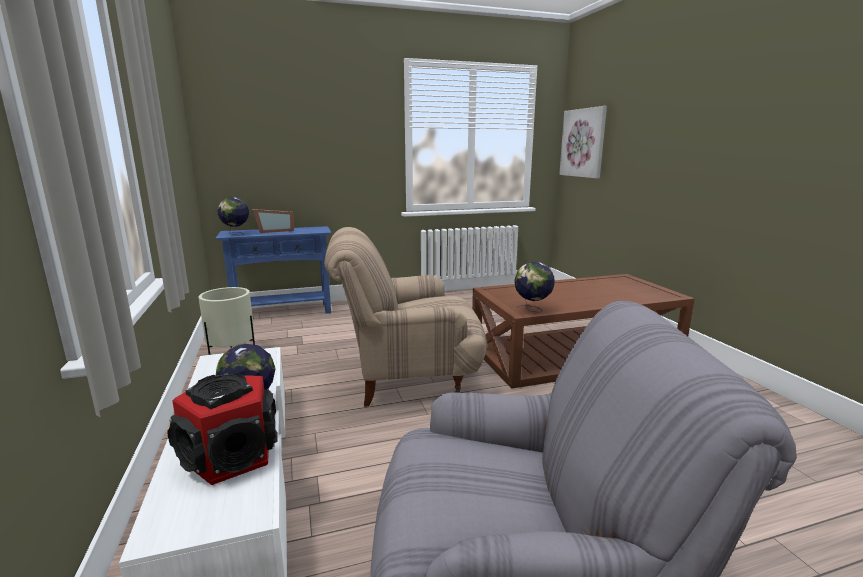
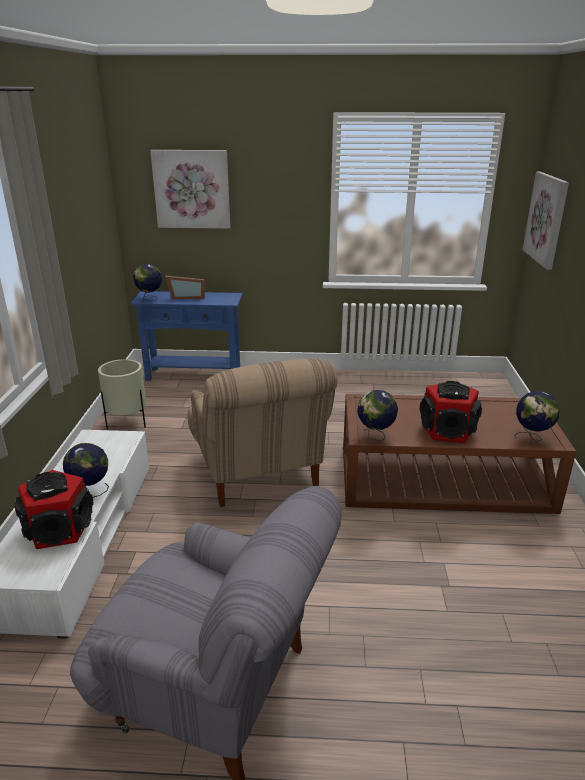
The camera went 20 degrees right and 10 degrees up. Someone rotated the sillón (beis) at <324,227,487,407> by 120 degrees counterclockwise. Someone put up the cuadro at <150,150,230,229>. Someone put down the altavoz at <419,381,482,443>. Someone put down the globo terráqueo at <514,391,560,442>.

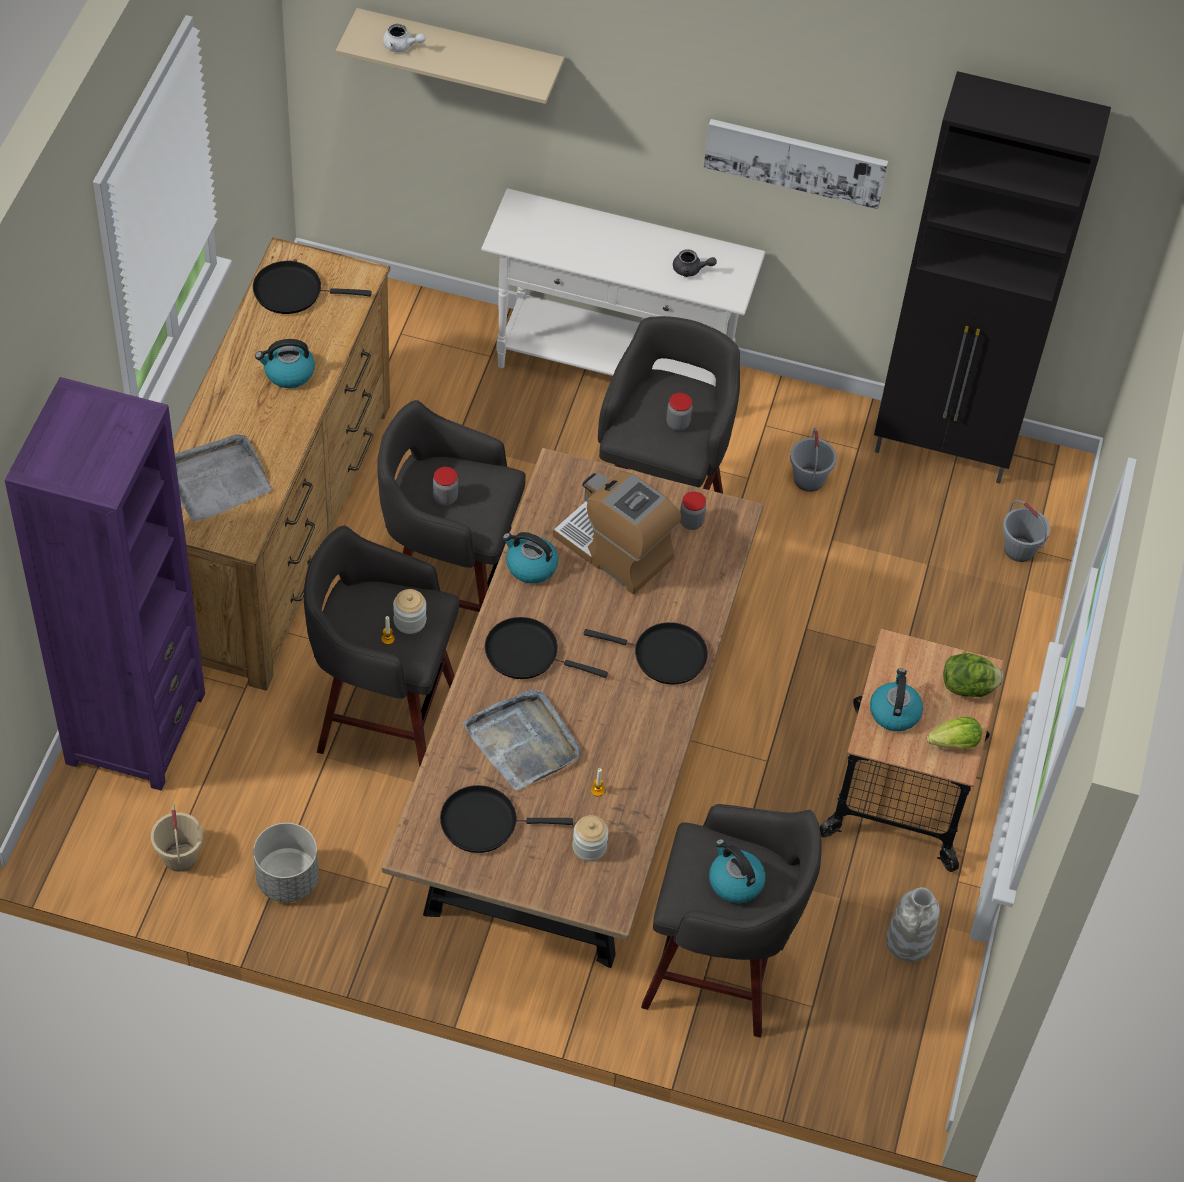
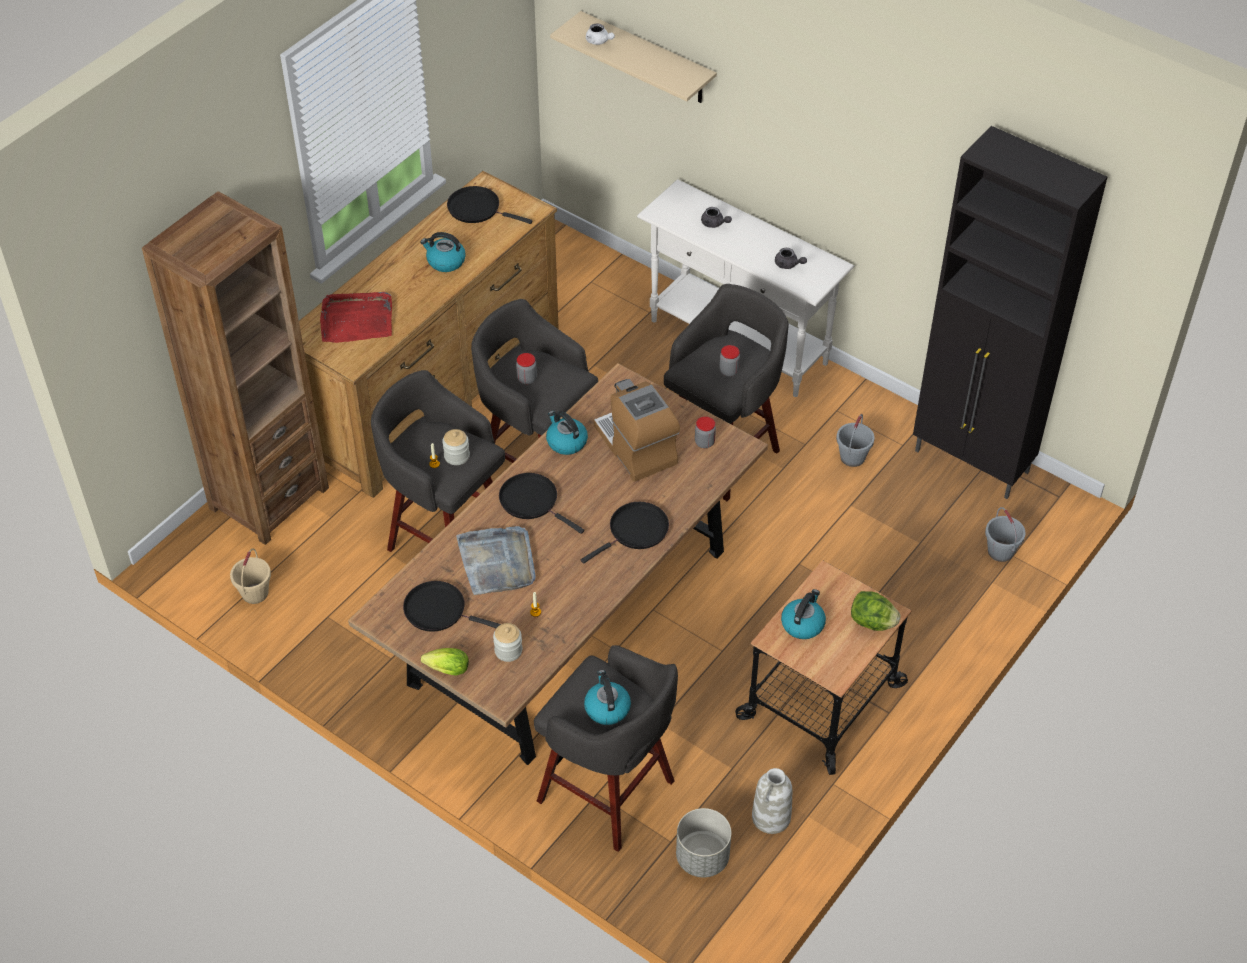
The camera went 25 degrees right and 5 degrees down. Someone took away the cuadro at <704,119,888,209>. Someone repainted the estantería (morado) at <5,377,205,791>, which became the estantería (marrón) at <142,191,329,545>. Someone repainted the bandeja (gris) at <175,434,272,522>, which became the bandeja (rojo) at <320,292,392,343>. Someone rotated the sartén (negro) at <583,622,708,684> by 75 degrees counterclockwise. Someone carried the lechuga from <927,717,982,748> to <421,648,469,676>. Someone carried the maceta (gris) from <253,823,319,902> to <676,808,731,877>. Someone put down the tetera (gris) at <701,207,732,228>.

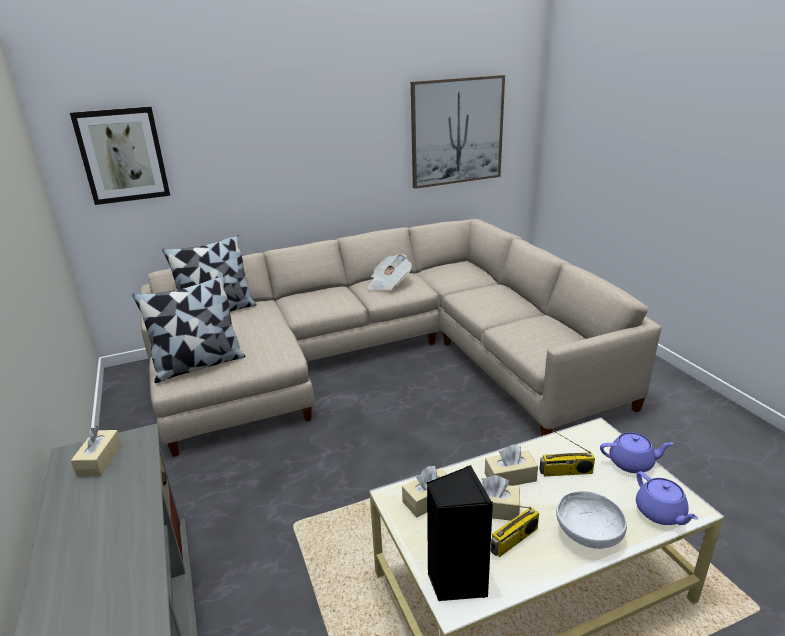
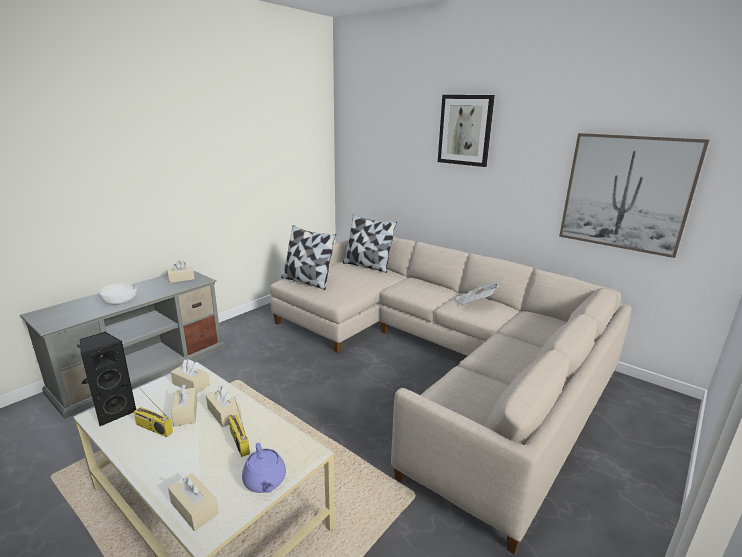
The camera went 60 degrees right and 5 degrees down. Someone carried the cuadro from <70,106,170,205> to <438,95,495,167>. Someone swapped the tetera (morado) at <636,471,698,525> for the caja de pañuelos (beis) at <168,473,219,531>. Someone carried the cuenco (blanco) from <556,491,627,549> to <98,283,137,305>.

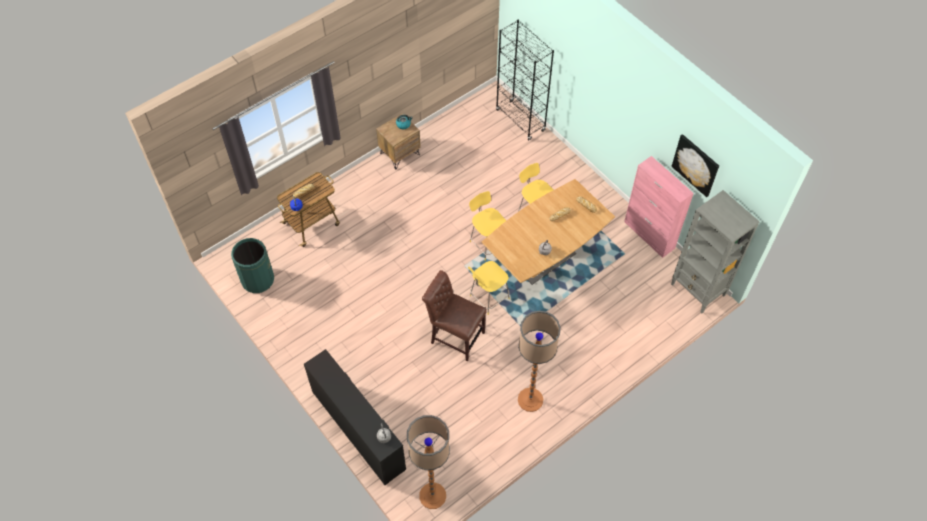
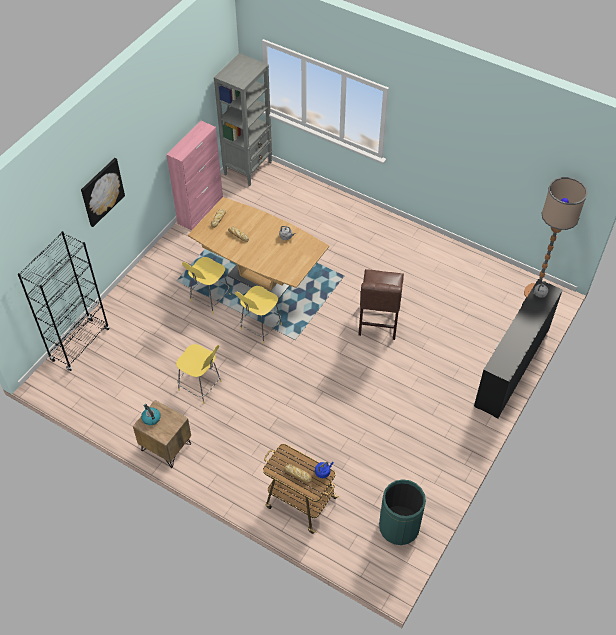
The camera went 110 degrees left and 5 degrees down. Someone carried the cuadro from <672,134,719,197> to <81,158,125,227>. Someone carried the taburete (amarillo) from <468,261,510,315> to <176,344,221,404>. Someone took away the lámpara de pie at <518,311,561,412>.

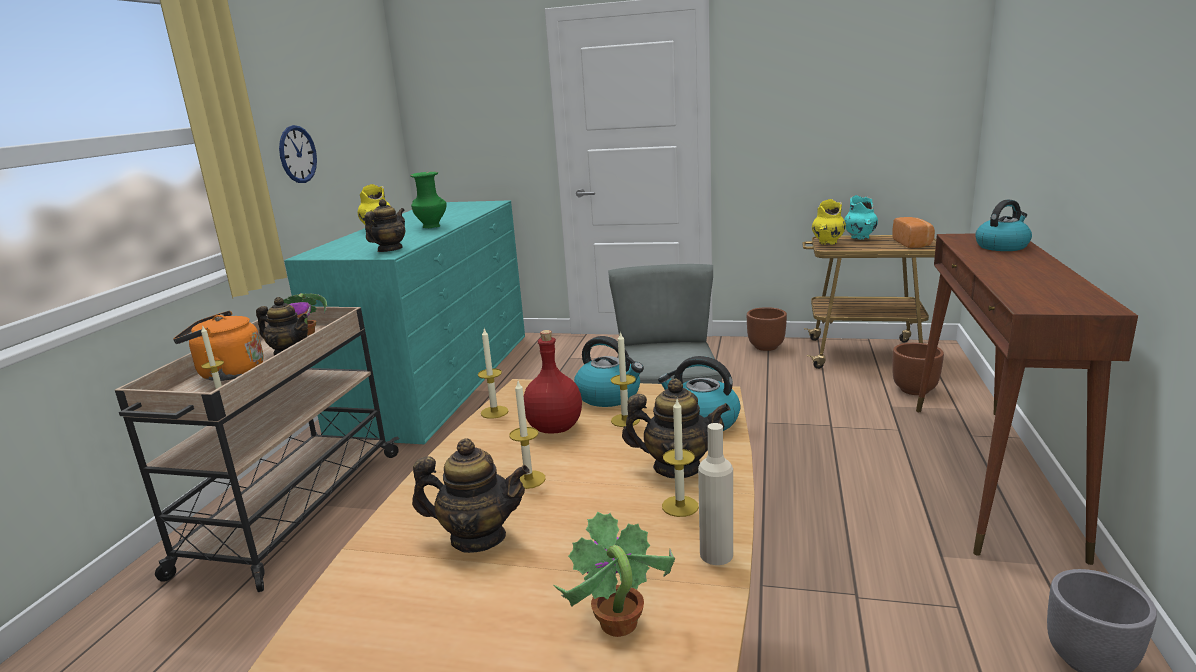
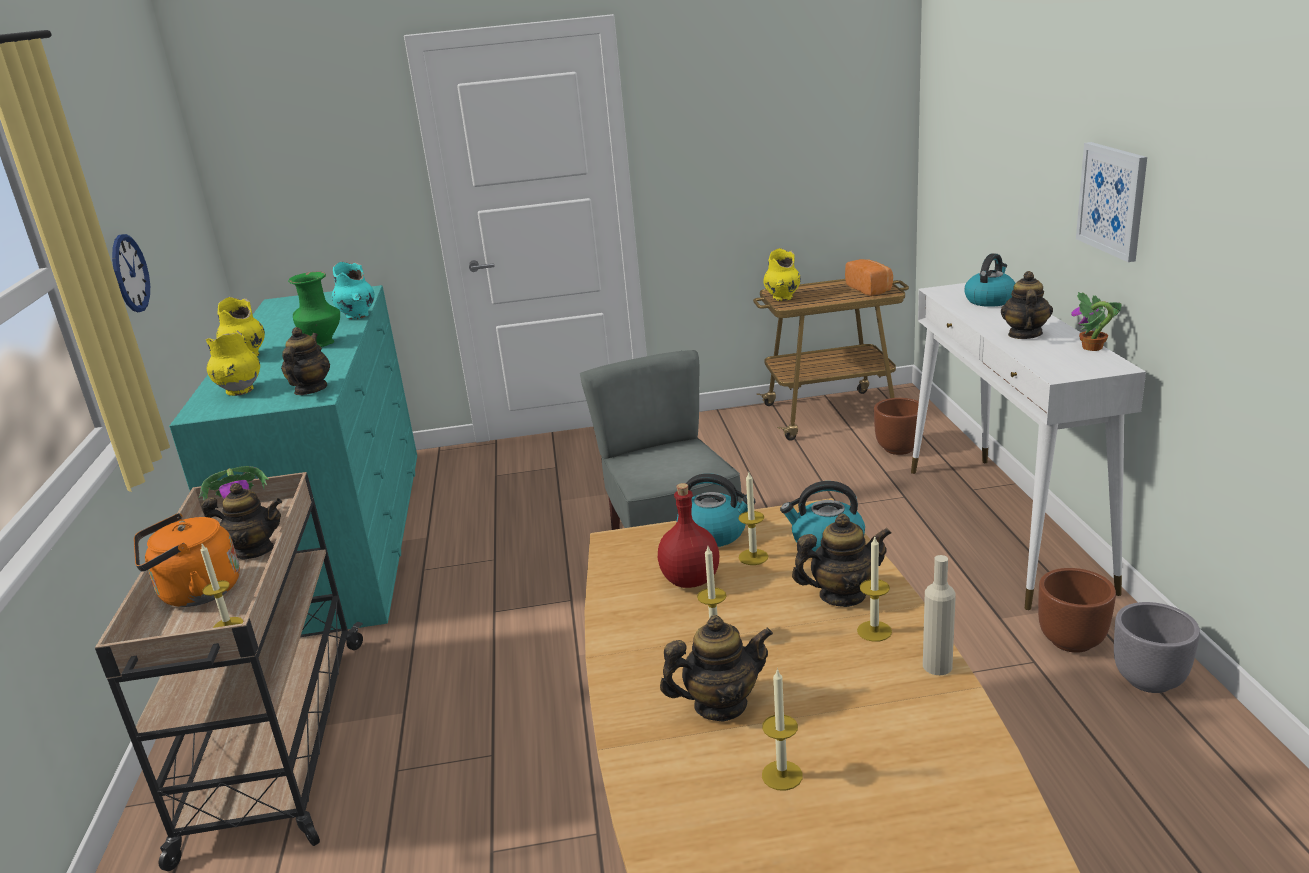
The camera went 20 degrees left and 5 degrees up. Someone carried the florero (turquesa) from <844,195,878,240> to <332,261,375,319>. Someone repainted the mesa consola (marrón) at <916,233,1138,565>, which became the mesa consola (blanco) at <911,283,1146,610>. Someone carried the maceta (marrón) from <747,307,787,351> to <1038,568,1116,653>. Someone carried the vela from <478,329,508,419> to <762,668,803,791>. Someone carried the planta en maceta from <553,512,675,637> to <1071,292,1121,351>. Someone put up the cuadro at <1076,142,1147,262>. Someone put down the tetera at <1001,271,1053,339>. Someone put down the florero (amarillo) at <206,330,260,396>.

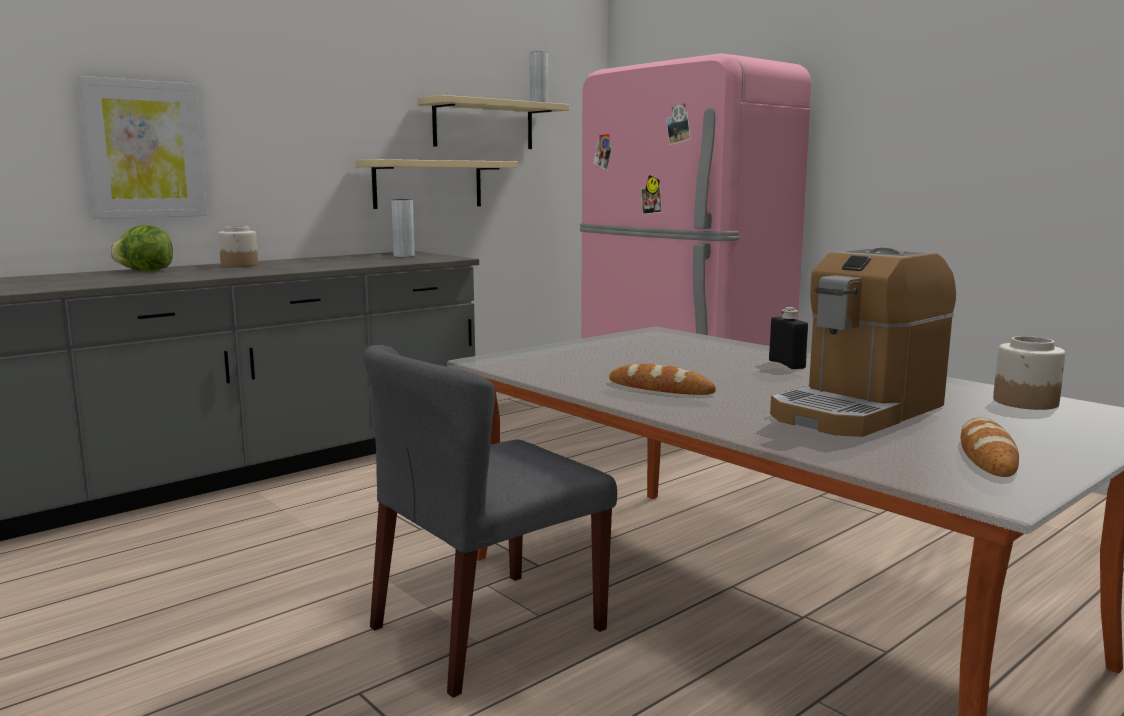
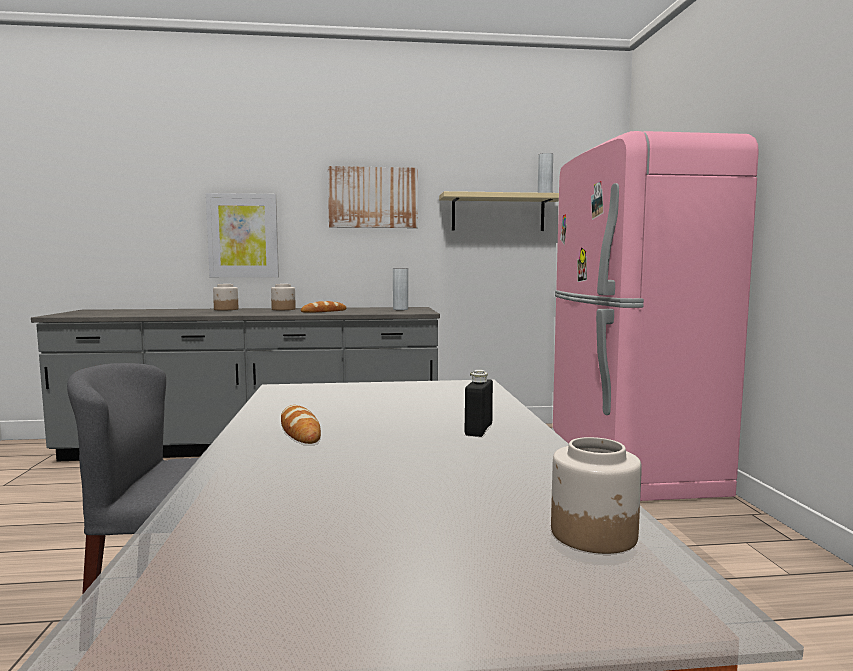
The camera went 35 degrees right and 5 degrees down. Someone took away the estante (beis) at <355,159,518,209>. Someone swapped the lechuga at <110,225,173,271> for the tarro at <213,284,238,310>. Someone took away the cafetera at <770,247,956,437>. Someone carried the pan from <961,418,1019,477> to <301,301,347,313>. Someone put up the cuadro at <328,166,418,228>.

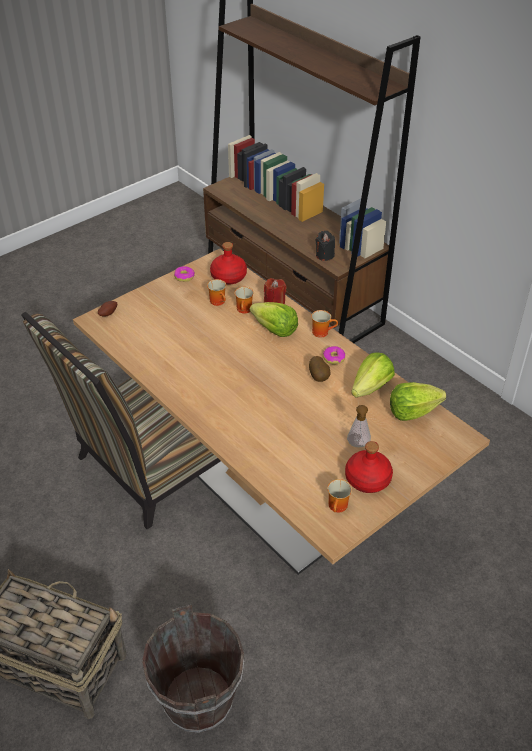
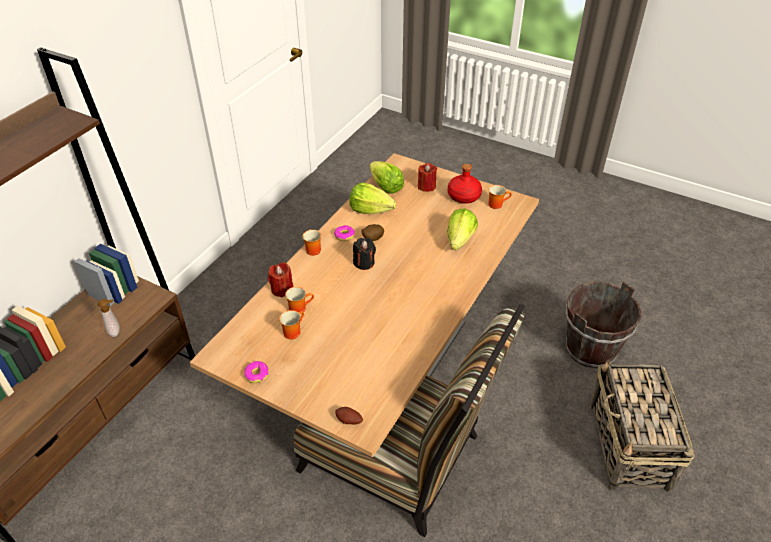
The camera went 110 degrees left and 0 degrees up. Someone carried the vela (negro) from <316,231,335,261> to <353,238,376,270>. Someone took away the botella (rojo) at <210,242,247,285>. Someone carried the lechuga from <250,302,298,337> to <447,208,478,250>. Someone carried the dispensador de jabón from <347,405,371,447> to <97,299,120,337>. Someone put down the vela (rojo) at <418,163,437,192>.

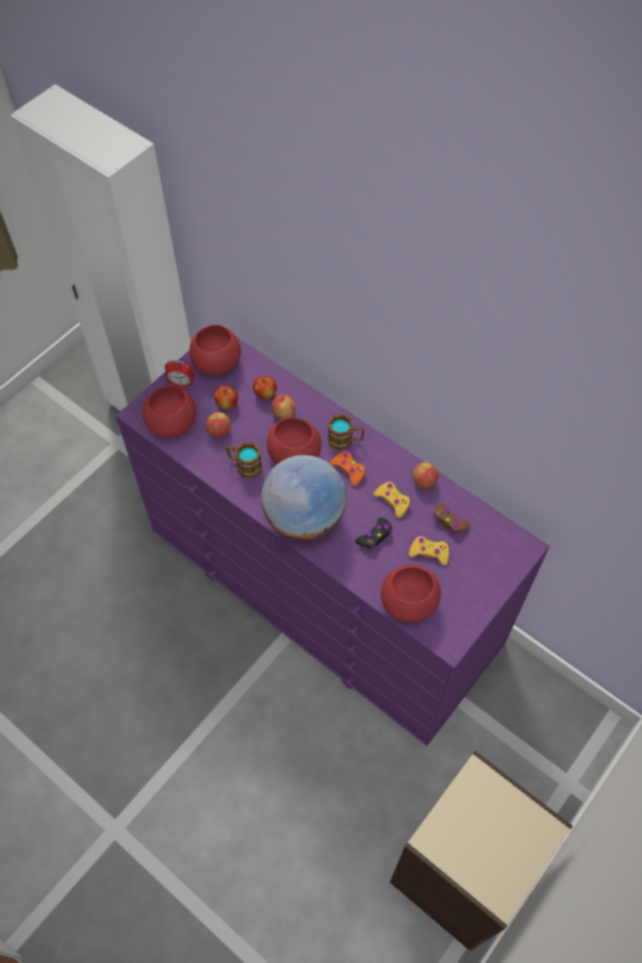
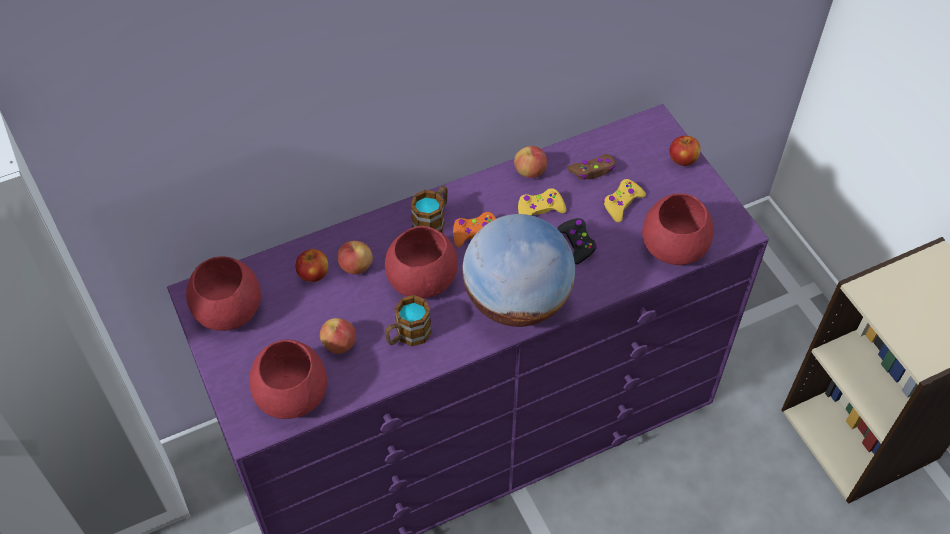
The camera went 65 degrees left and 5 degrees down. Someone took away the despertador at <165,360,194,388>. Someone carried the manzana from <214,386,238,409> to <669,136,701,166>.

